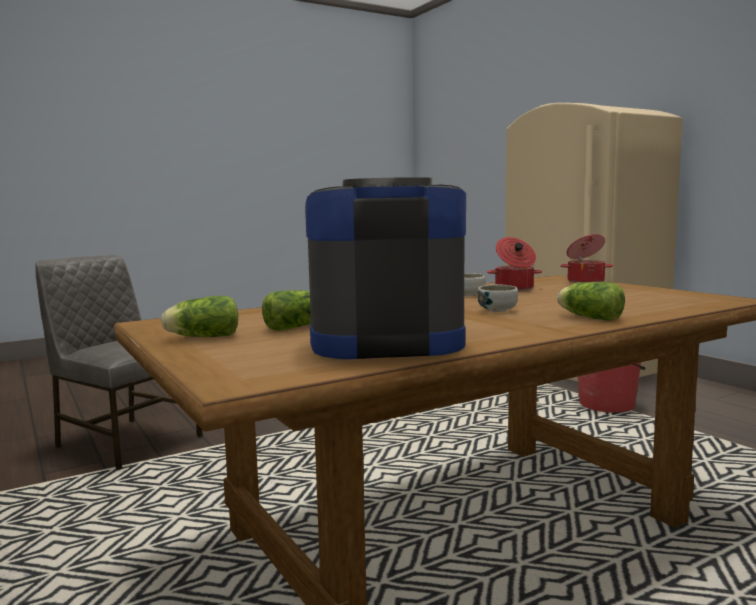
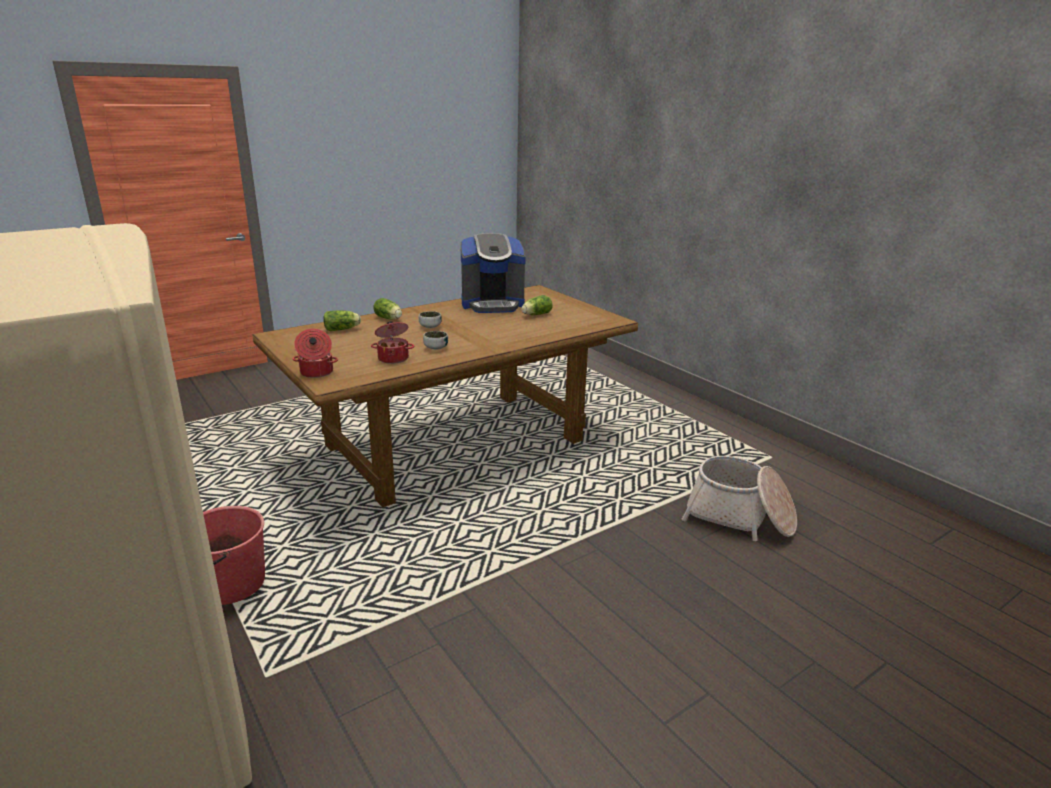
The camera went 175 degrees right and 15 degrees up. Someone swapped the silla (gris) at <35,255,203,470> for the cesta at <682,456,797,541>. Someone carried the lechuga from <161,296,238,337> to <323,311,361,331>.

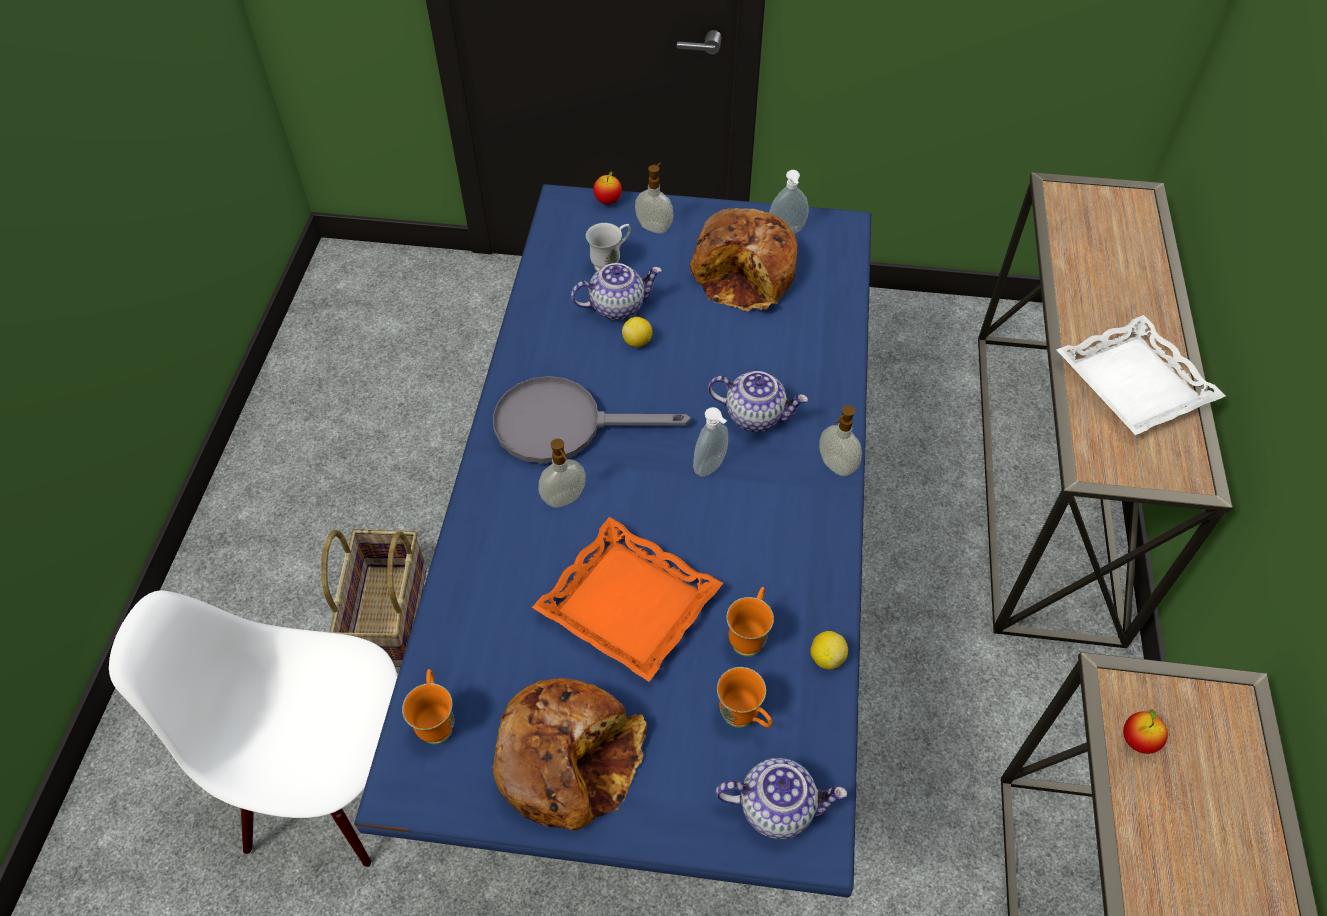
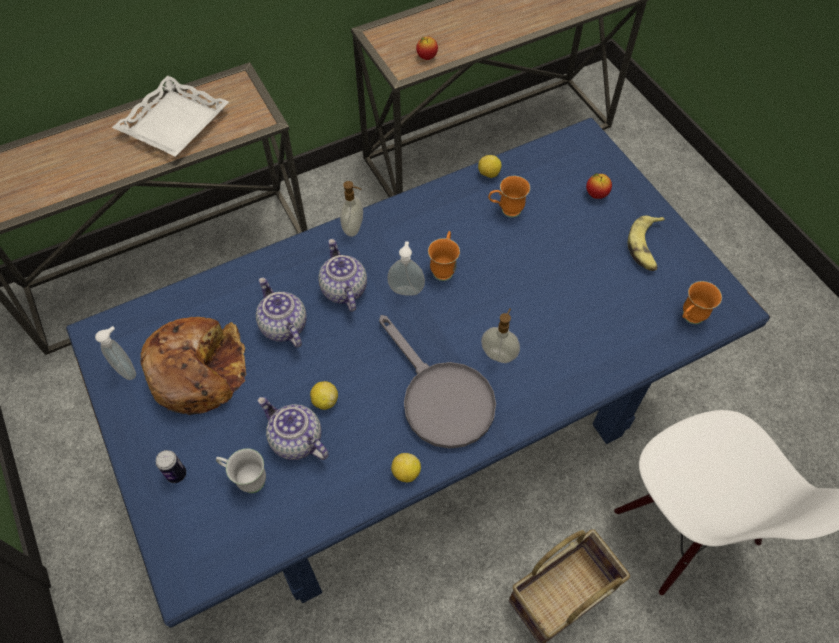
The camera went 125 degrees left and 5 degrees up. Someone swapped the dispensador de jabón at <635,163,674,234> for the lata at <156,450,186,483>. Someone carried the manzana from <593,171,622,205> to <586,173,612,199>. Someone took away the bandeja (naranja) at <532,517,723,682>. Someone carried the taza grande (naranja) from <717,667,772,728> to <428,231,460,281>. Someone swapped the pan at <492,678,647,831> for the plátano at <628,216,665,271>. Someone carried the tetera from <716,758,847,840> to <256,277,307,348>. Someone put down the limón at <391,453,421,482>.

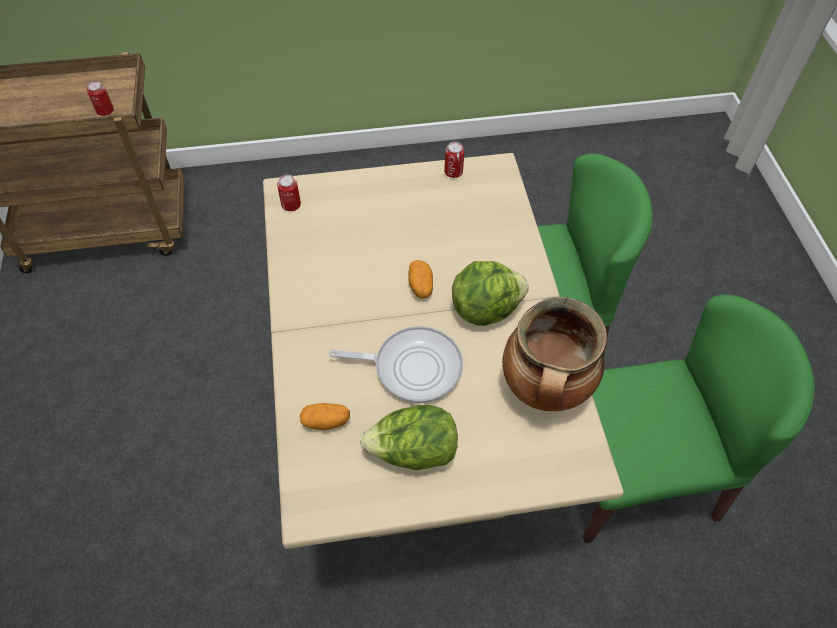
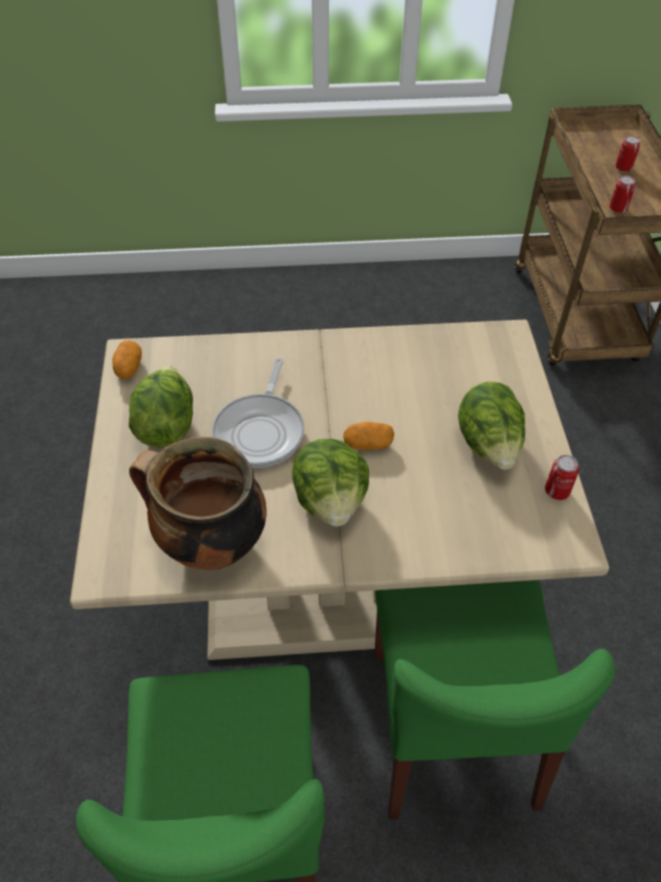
The camera went 95 degrees right and 5 degrees down. Someone carried the lata from <277,175,301,211> to <615,136,640,172>. Someone carried the patata from <300,403,350,430> to <112,340,142,379>. Someone put down the lechuga at <458,382,525,470>.

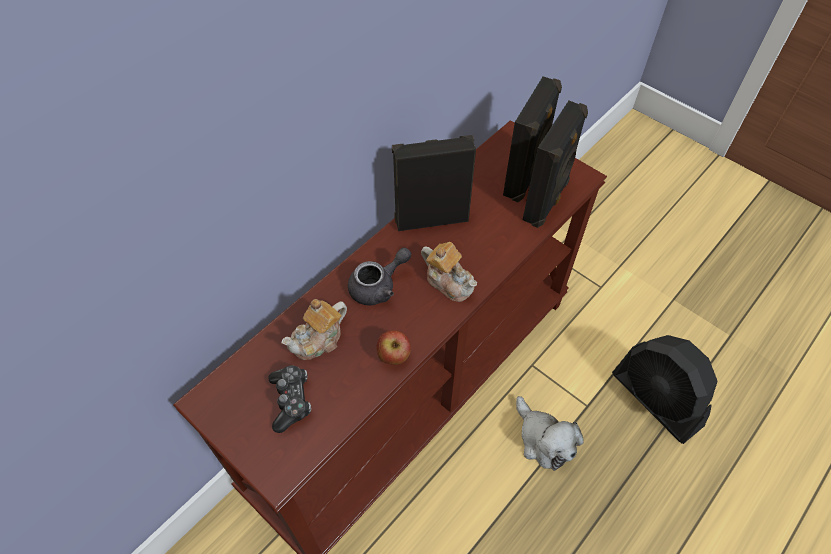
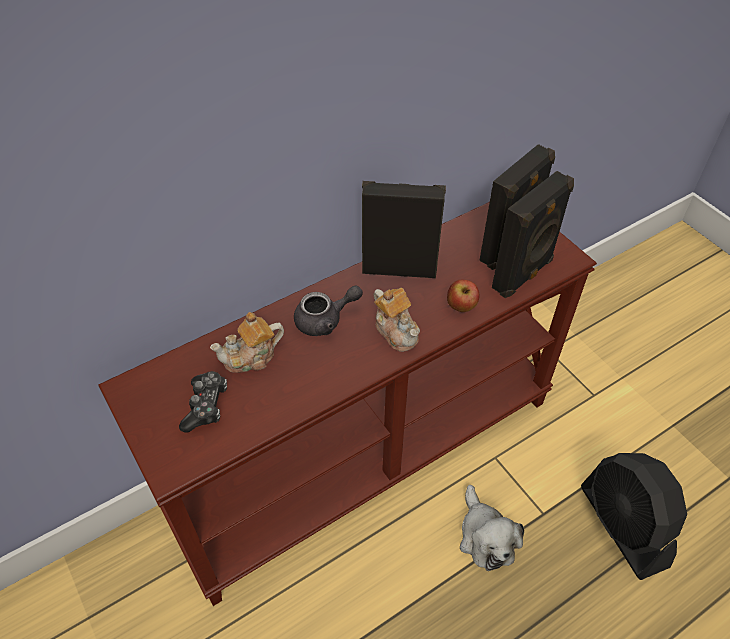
The camera went 15 degrees right and 5 degrees down. Someone carried the manzana from <376,330,411,365> to <447,280,480,312>.

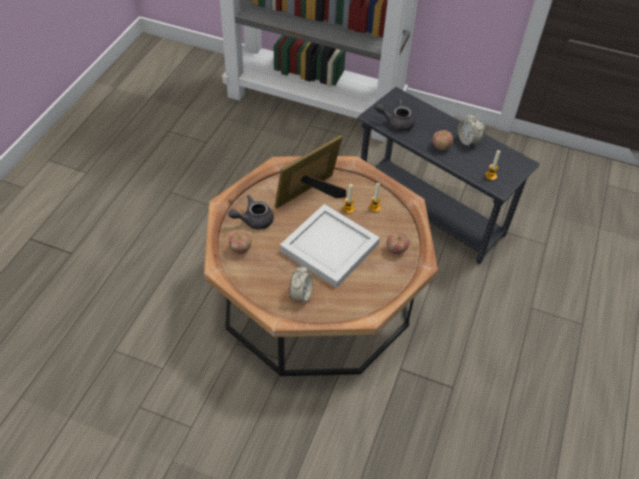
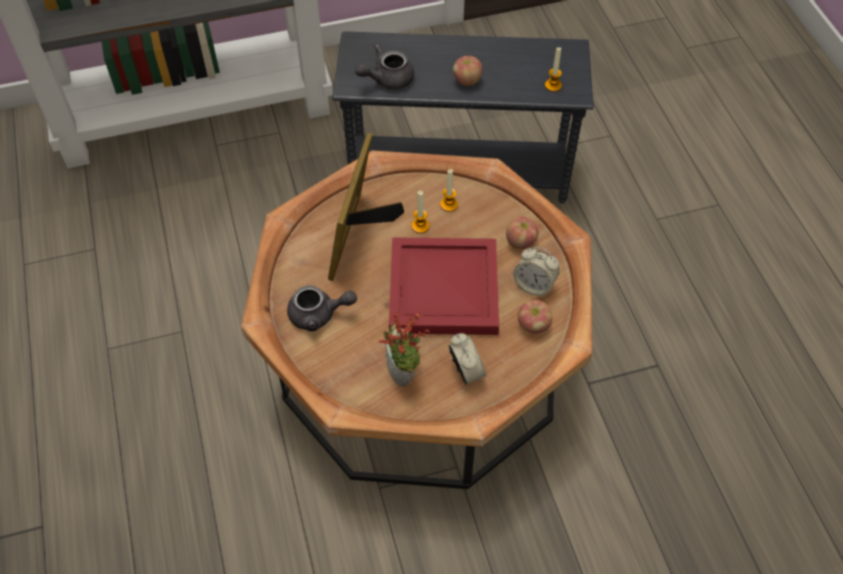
The camera went 35 degrees left and 5 degrees up. Someone carried the despertador from <458,113,484,147> to <513,247,559,297>. Someone rotated the tetera (gris) at <228,195,274,229> by 120 degrees counterclockwise. Someone repainted the bandeja (blanco) at <280,204,380,288>, which became the bandeja (rojo) at <389,237,499,335>. Someone carried the manzana from <229,231,251,254> to <518,300,552,333>. Someone put down the planta en maceta at <379,311,430,387>.

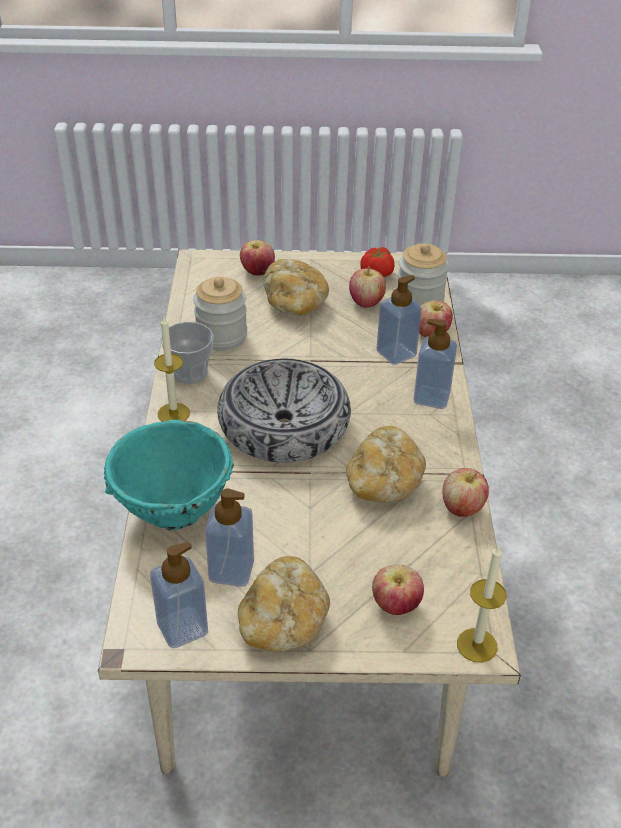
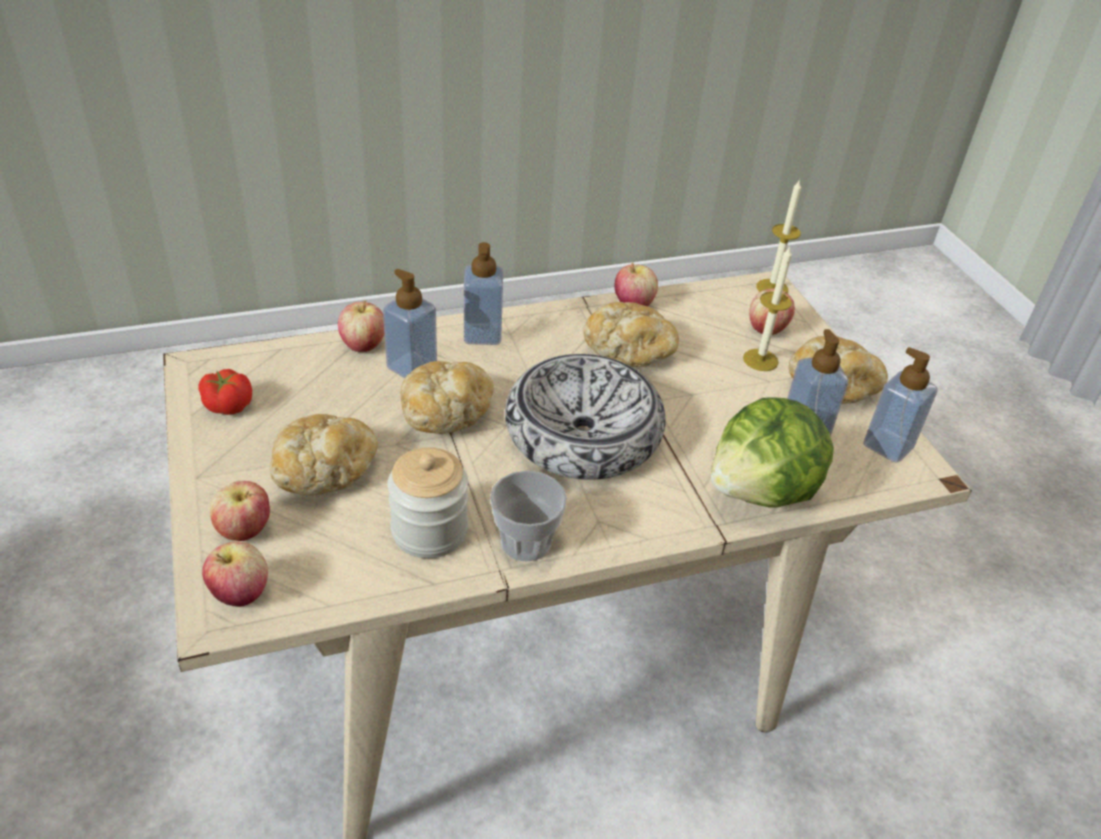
The camera went 110 degrees left and 0 degrees up. Someone took away the tarro at <397,243,449,306>. Someone carried the manzana from <349,267,386,307> to <202,542,268,607>. Someone carried the vela from <154,316,190,422> to <743,246,792,371>. Someone swapped the cuenco (turquesa) at <104,420,234,531> for the lechuga at <711,397,834,507>. Someone put down the pan at <401,361,494,434>.

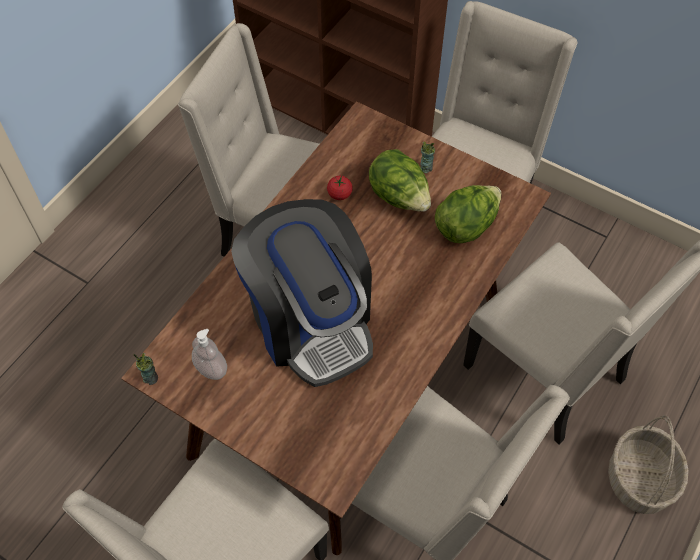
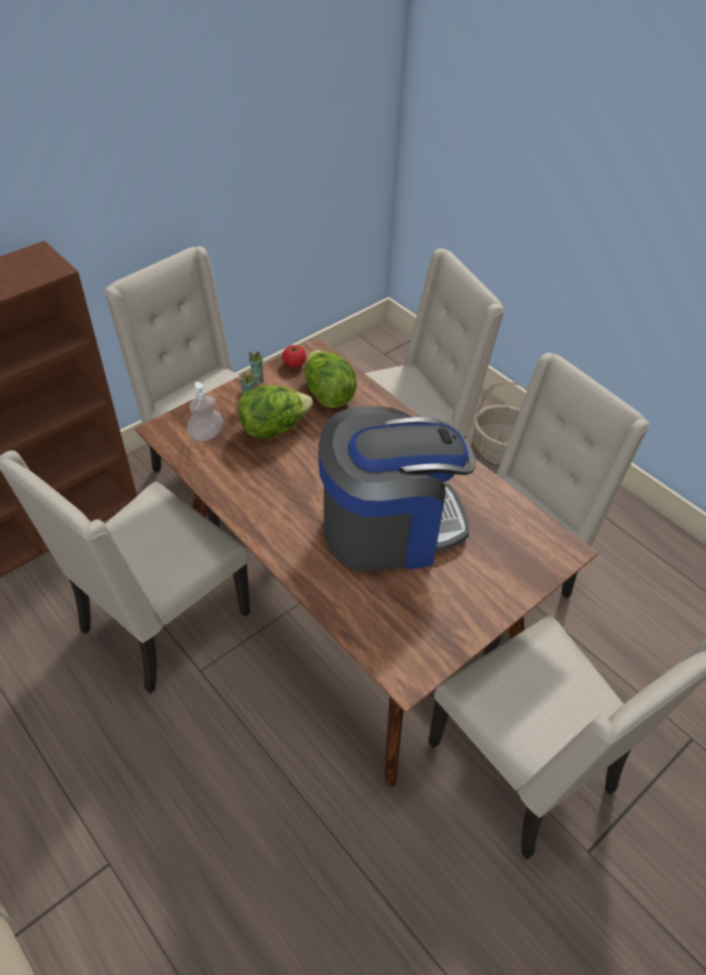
The camera went 75 degrees left and 10 degrees down. Someone carried the tomate from <327,176,353,200> to <282,345,306,368>. Someone carried the dispensador de jabón from <192,329,227,380> to <187,382,224,441>. Someone carried the taza from <134,353,158,385> to <249,351,264,385>.

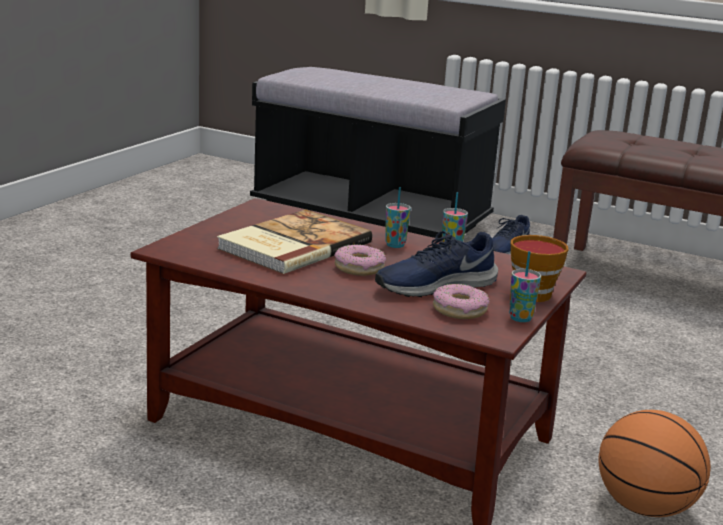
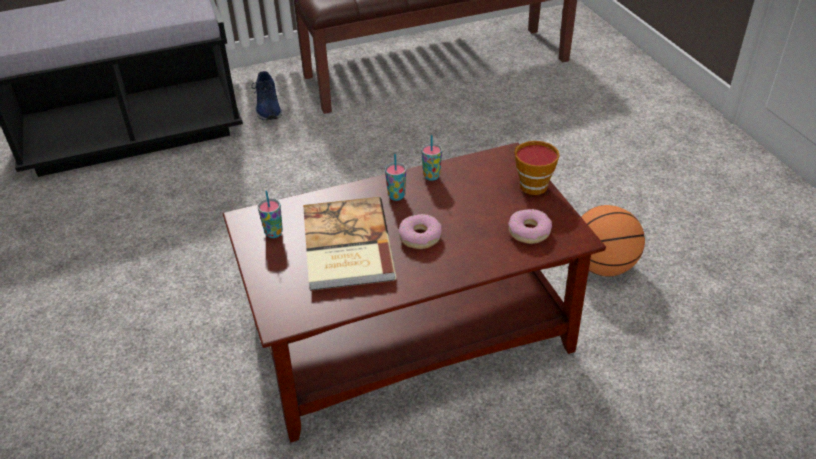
The camera went 45 degrees left and 20 degrees up. Someone took away the zapato (azul) at <375,231,498,297>. Someone carried the taza from <509,251,541,322> to <258,190,283,238>.

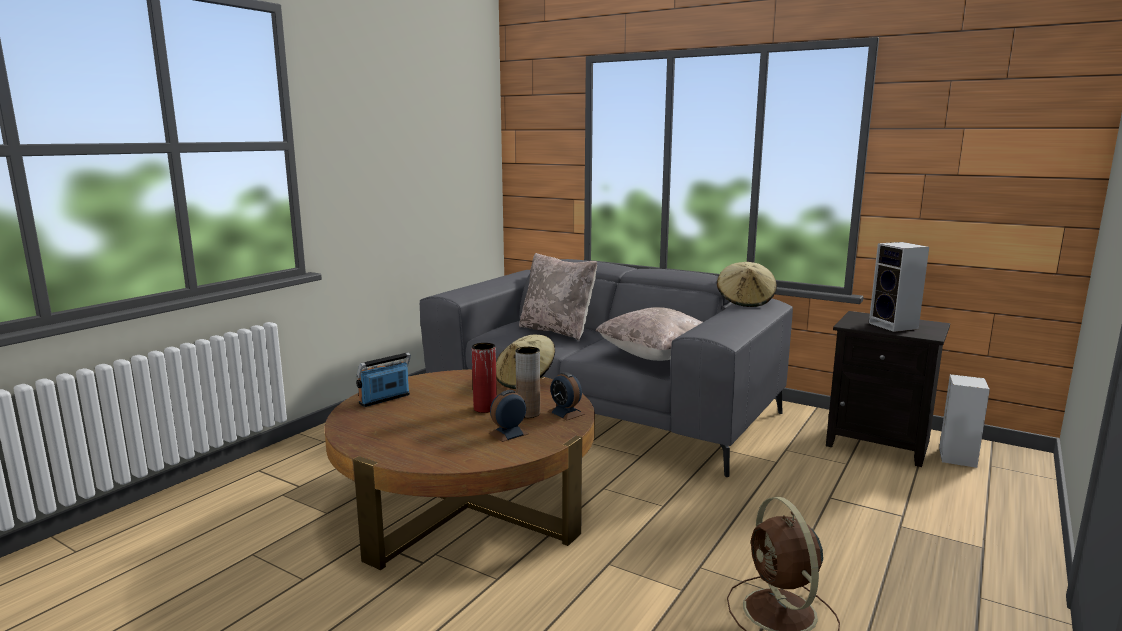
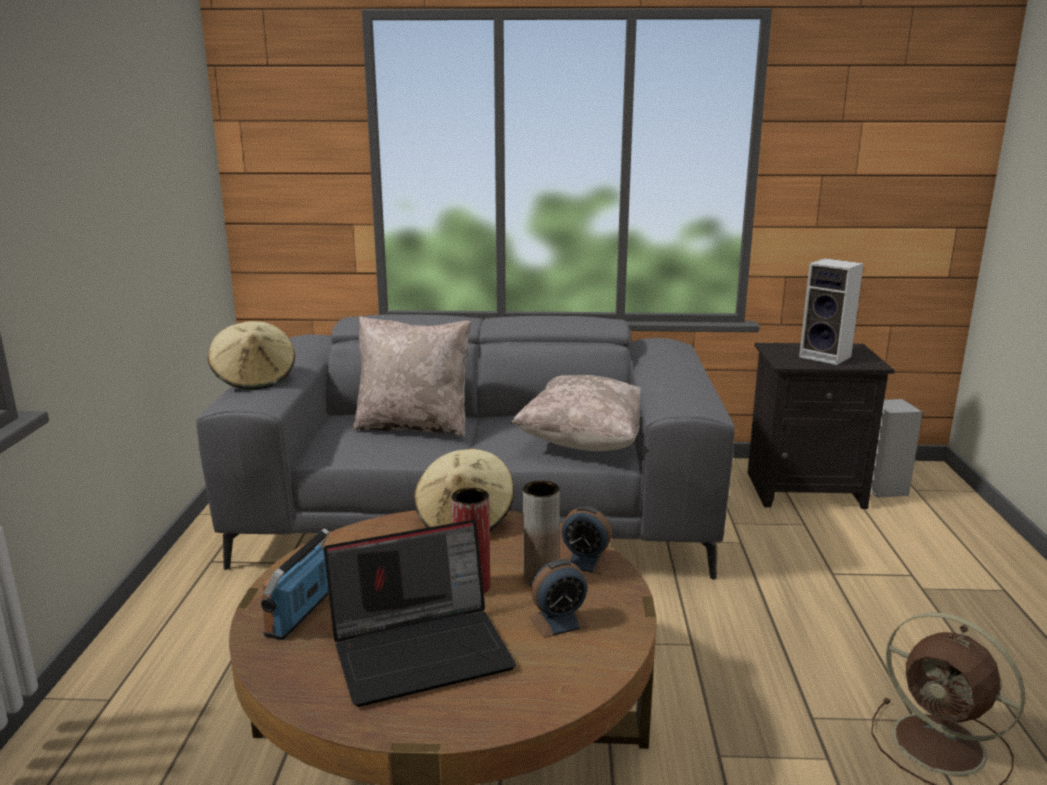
The camera went 30 degrees left and 5 degrees up. Someone carried the sombrero (beis) from <717,262,777,307> to <207,321,295,390>. Someone rotated the despertador at <489,390,529,442> by 135 degrees counterclockwise. Someone put down the portátil at <324,520,516,707>.

